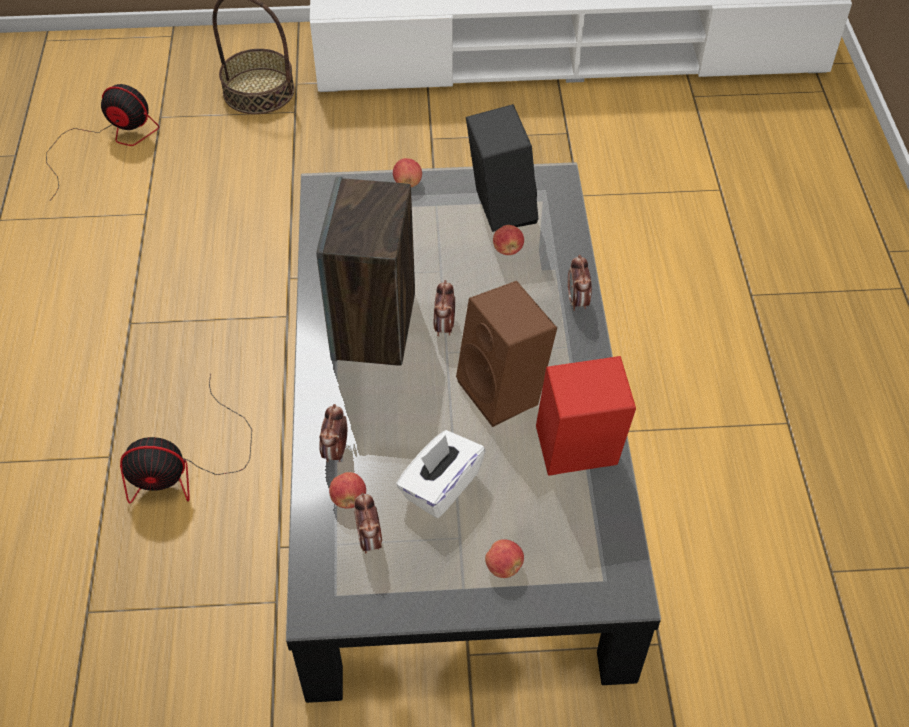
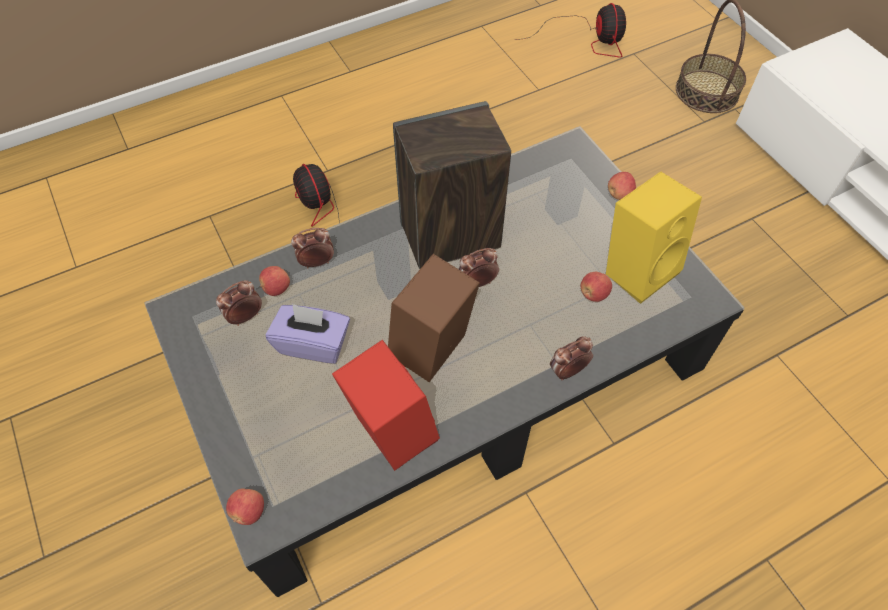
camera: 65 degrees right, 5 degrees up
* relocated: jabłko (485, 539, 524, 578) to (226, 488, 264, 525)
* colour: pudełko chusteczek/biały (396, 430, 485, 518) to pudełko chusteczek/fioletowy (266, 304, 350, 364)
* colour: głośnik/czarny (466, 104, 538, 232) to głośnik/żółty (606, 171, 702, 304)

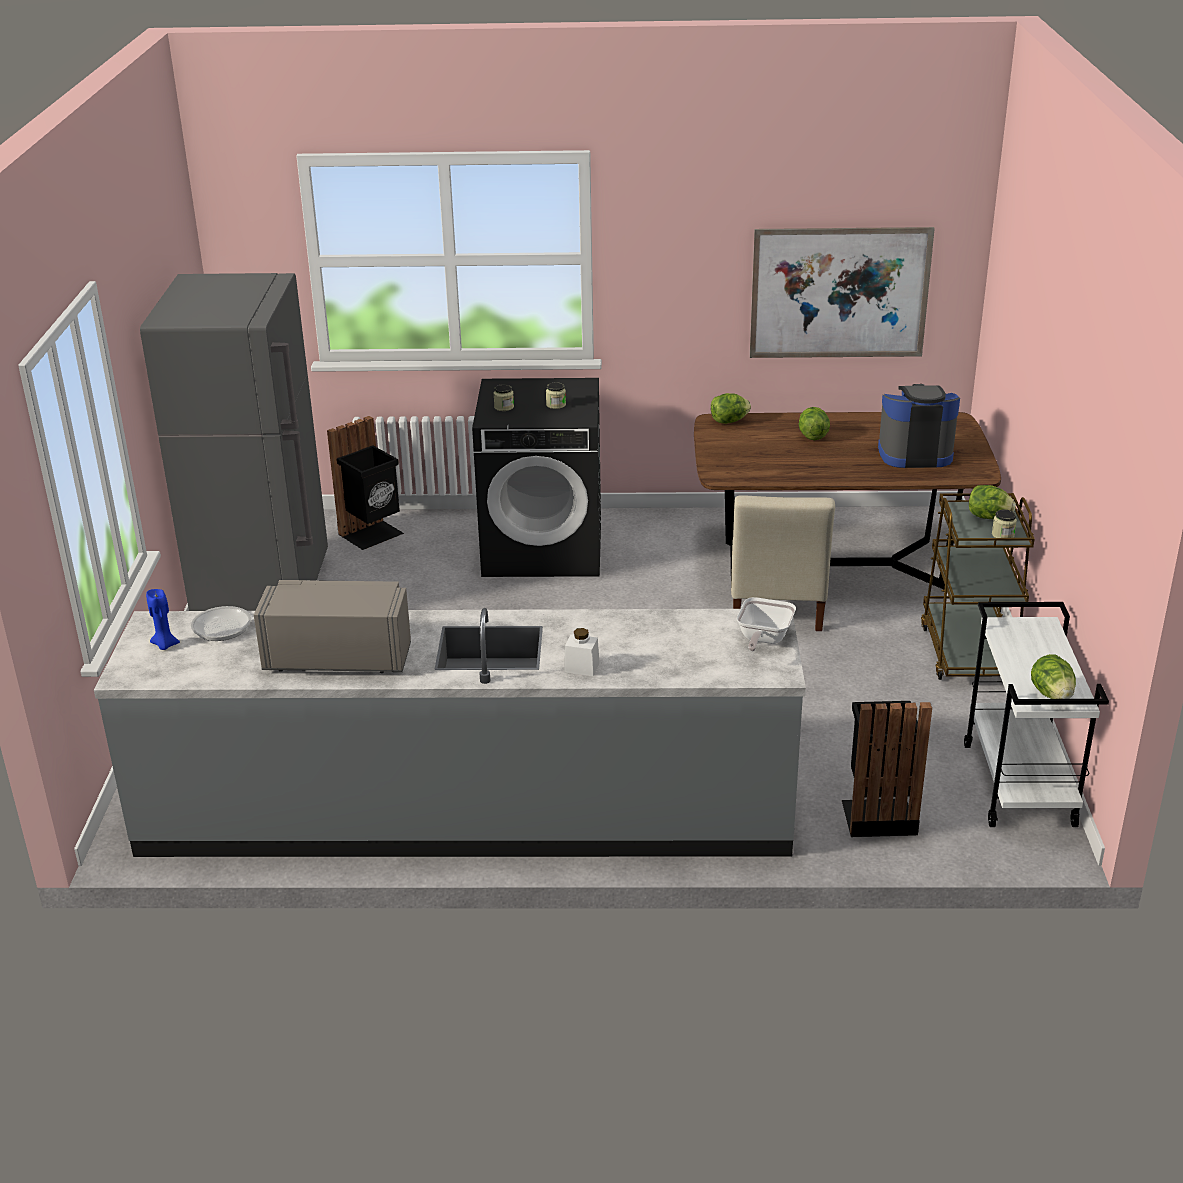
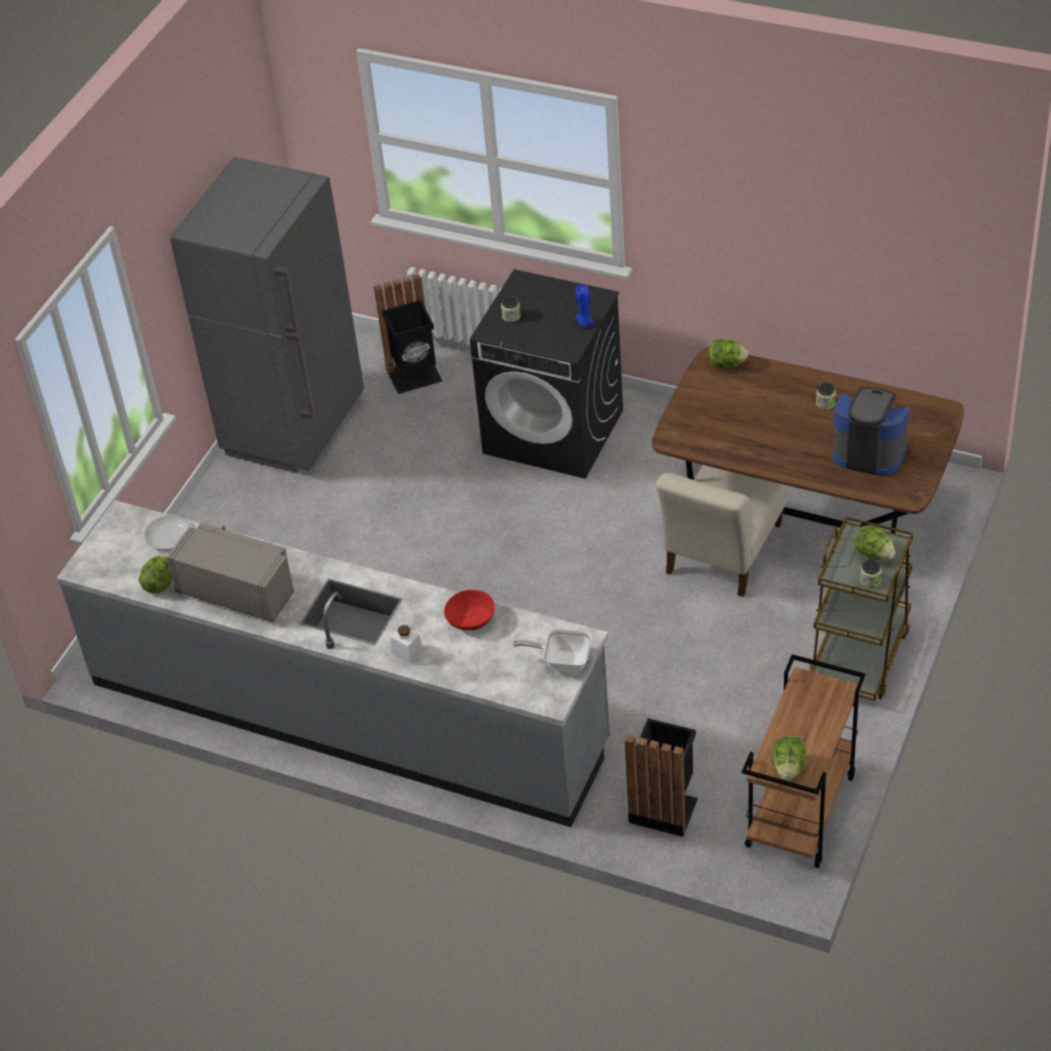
camera: 25 degrees right, 15 degrees up
* missing: obraz (750, 227, 935, 358)
* appeared: miska/czerwony (444, 590, 495, 630)
* relocated: świeca/niebieski (146, 589, 180, 650) to (574, 285, 595, 328)
* relocated: słoik (546, 382, 566, 409) to (816, 382, 836, 409)
* relocated: sałata (799, 407, 830, 440) to (138, 555, 172, 594)
* colour: wózek/biały (964, 602, 1109, 827) to wózek/brązowy (742, 654, 866, 868)
* spun: patelnia (737, 597, 796, 651) = (512, 629, 592, 672) 60 degrees clockwise

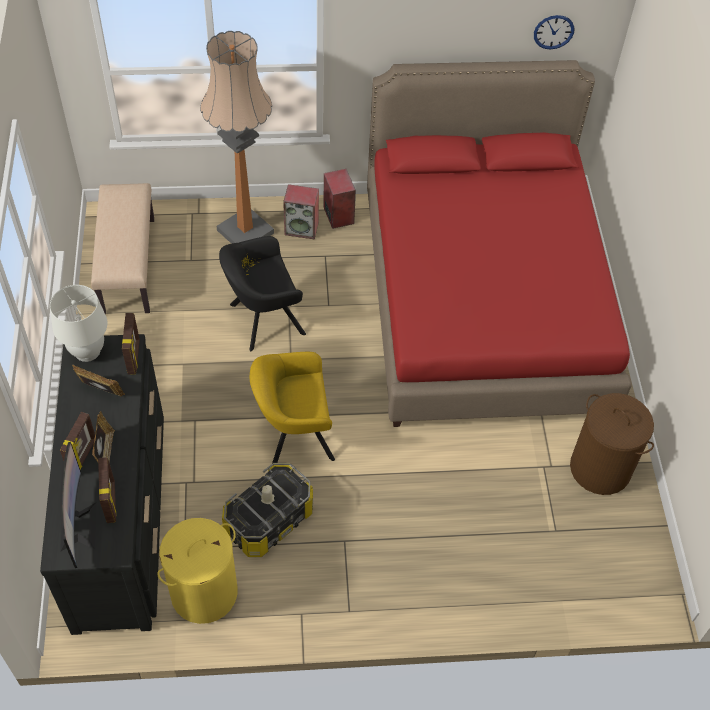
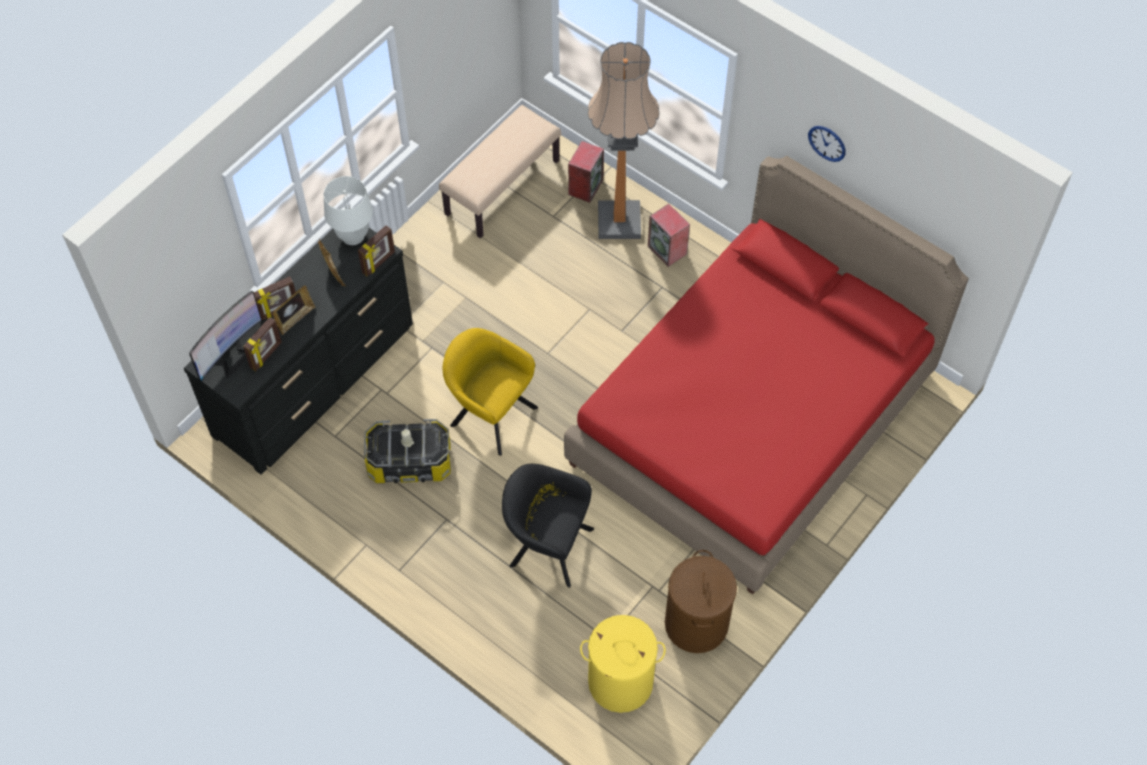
camera: 45 degrees right, 5 degrees up
* relocated: kosz na pranie/żółty (157, 518, 237, 624) to (580, 615, 666, 713)
* relocated: fotel/czarny (219, 236, 306, 351) to (502, 464, 594, 588)
* relocated: głośnik (323, 169, 356, 229) to (568, 141, 604, 203)
* relocated: zegar ścienny (534, 15, 574, 49) to (808, 126, 846, 162)

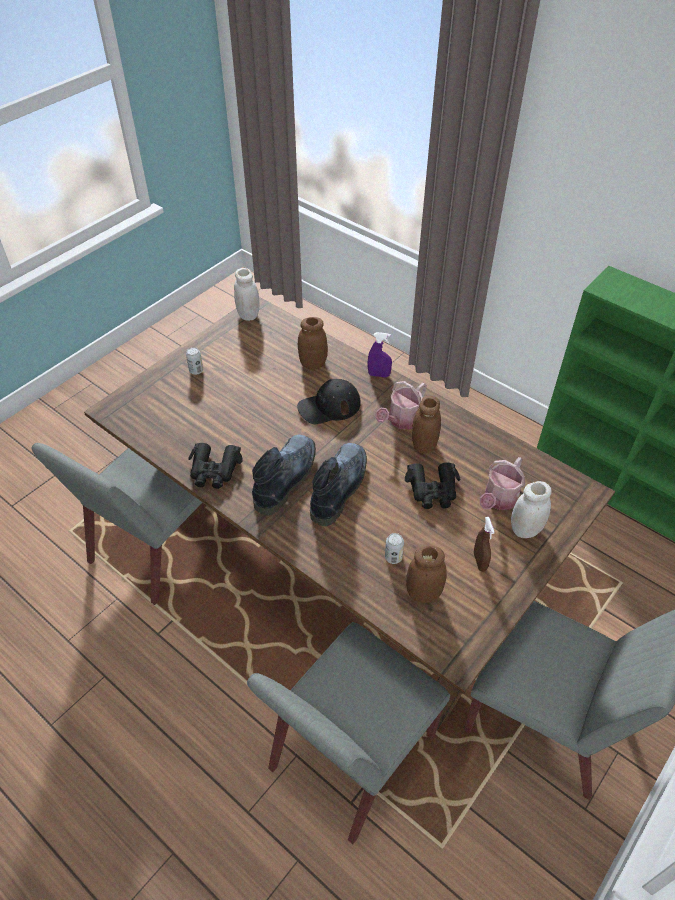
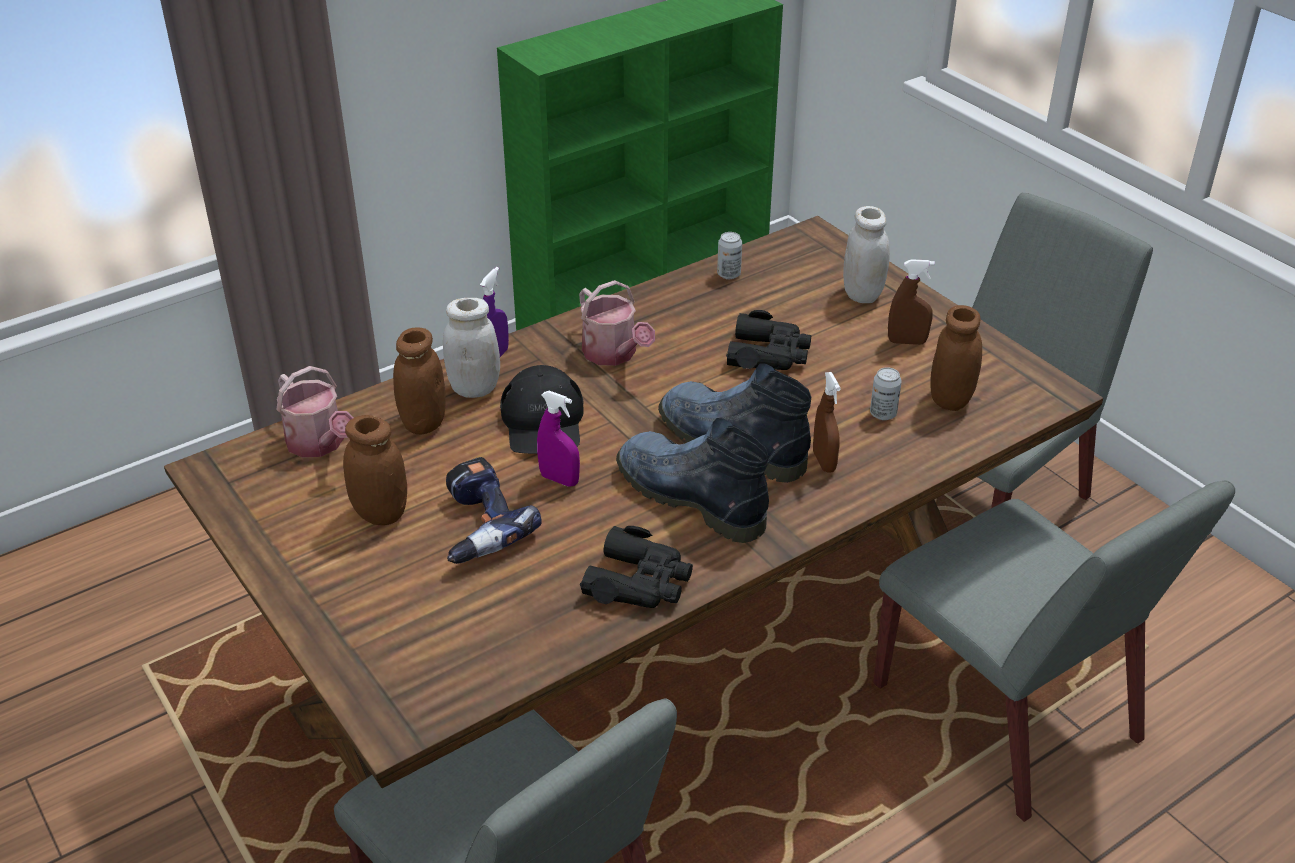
camera: 75 degrees left, 10 degrees down
* appeared: wiertarka (446, 457, 542, 564)
* appeared: spryskiwacz/fioletowy (537, 391, 580, 487)
* appeared: spryskiwacz/brązowy (813, 372, 841, 473)
* relocated: puszka (186, 347, 203, 375) to (717, 232, 742, 279)
* relocated: słoik/biały (234, 268, 259, 321) to (443, 298, 500, 398)
* relocated: słoik/brązowy (412, 396, 441, 454) to (343, 415, 407, 525)
* relocated: konewka (480, 457, 526, 510) to (276, 366, 354, 458)

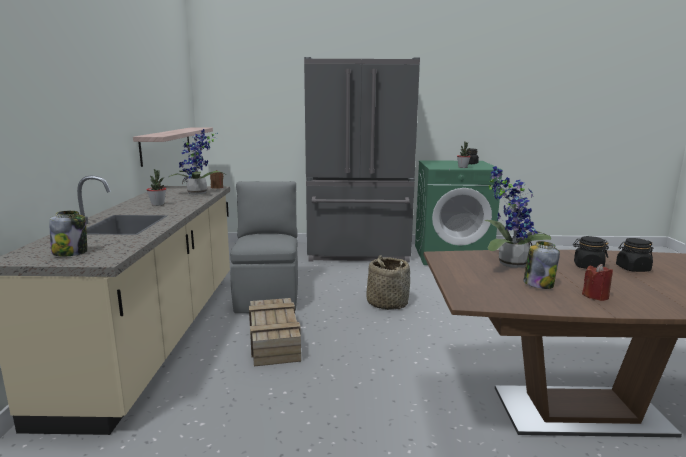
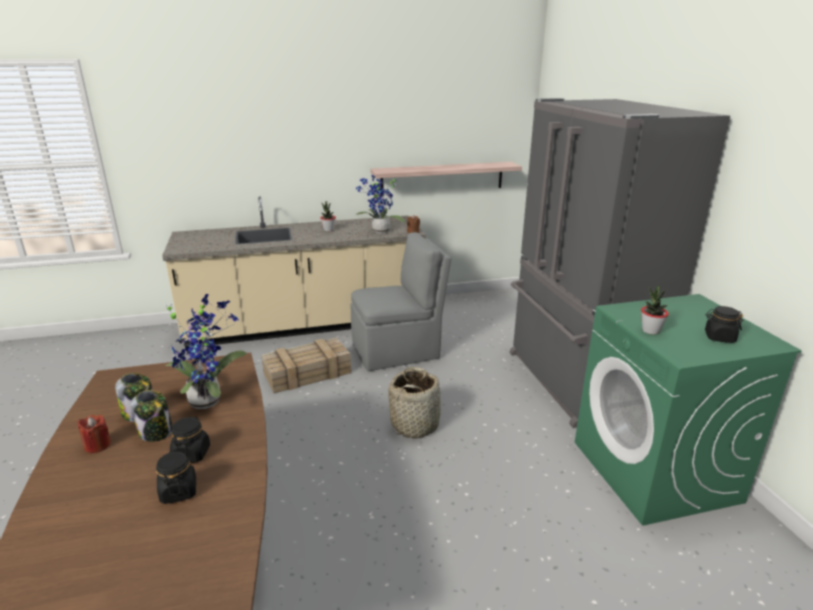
camera: 75 degrees right, 10 degrees up
* relocated: słoik (49, 211, 87, 256) to (131, 390, 172, 442)

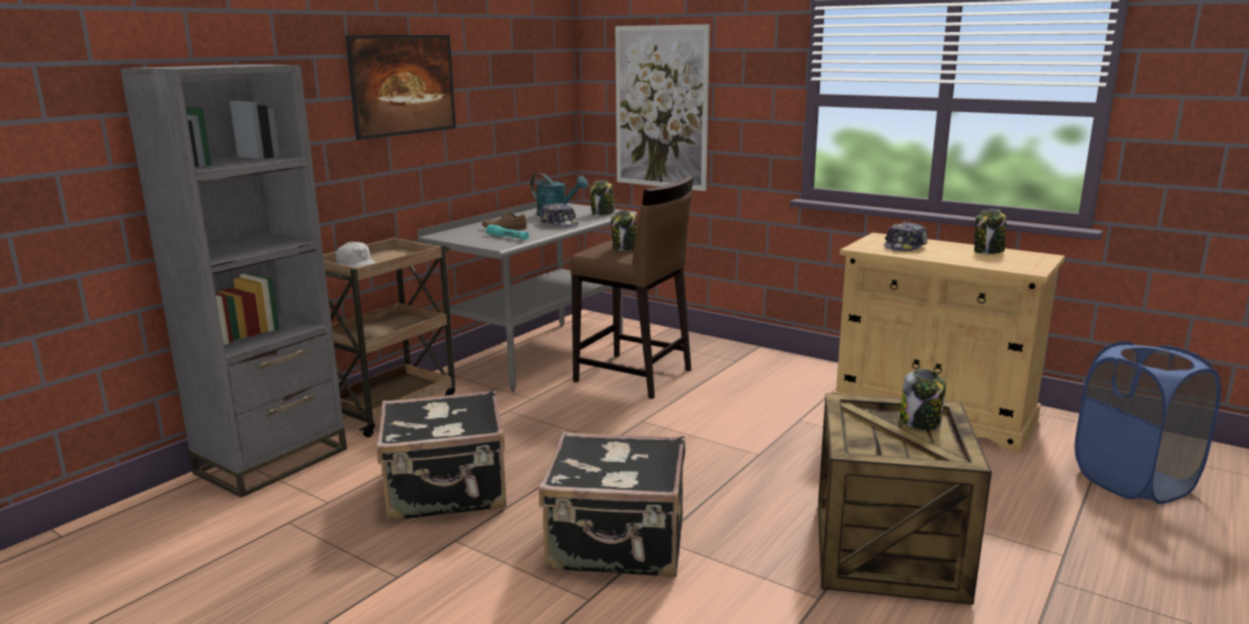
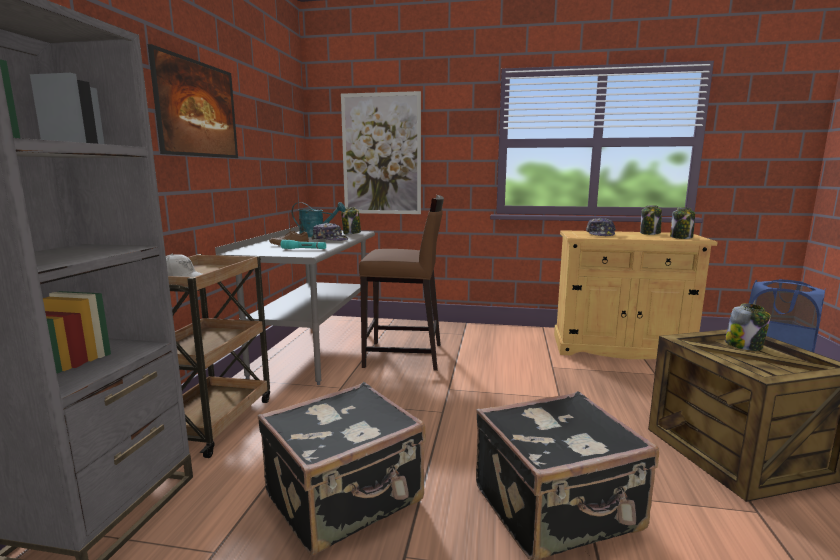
camera: 25 degrees left, 5 degrees down
* relocated: słoik (611, 210, 637, 251) to (670, 207, 695, 239)

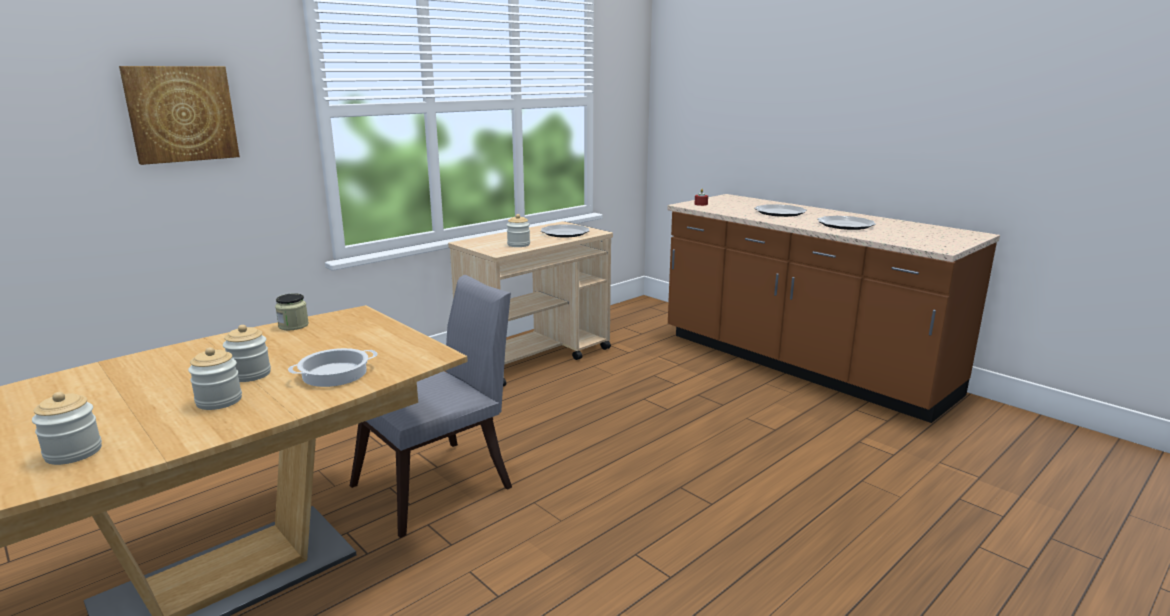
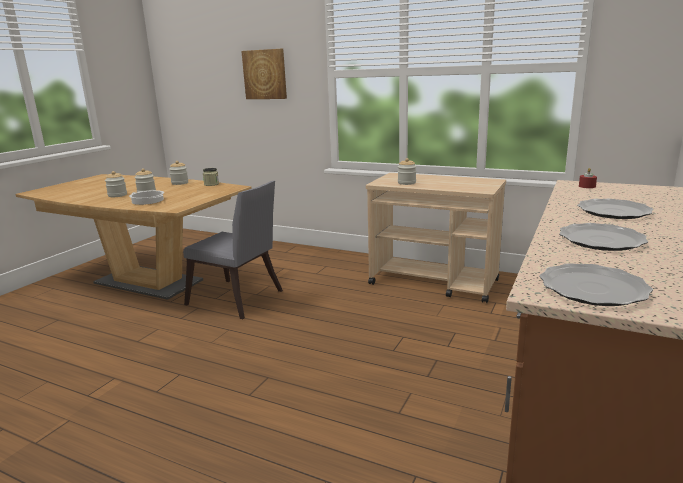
camera: 70 degrees right, 0 degrees up
* relocated: słoik (32, 392, 102, 465) to (169, 161, 188, 185)
* relocated: talerz (541, 224, 589, 237) to (539, 263, 653, 306)

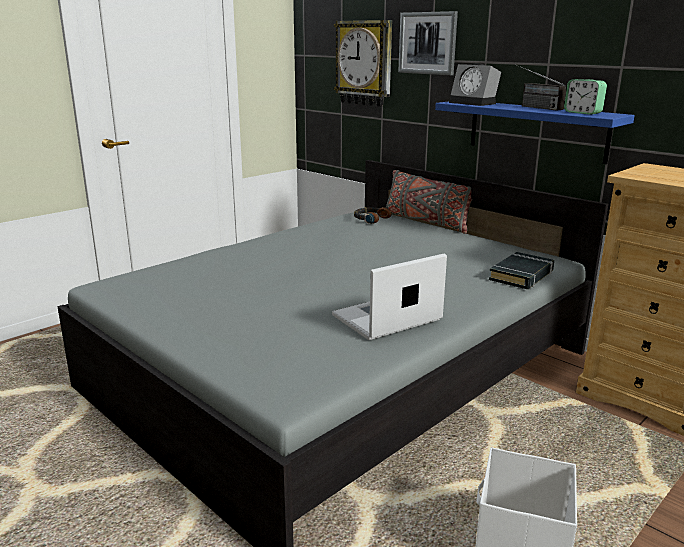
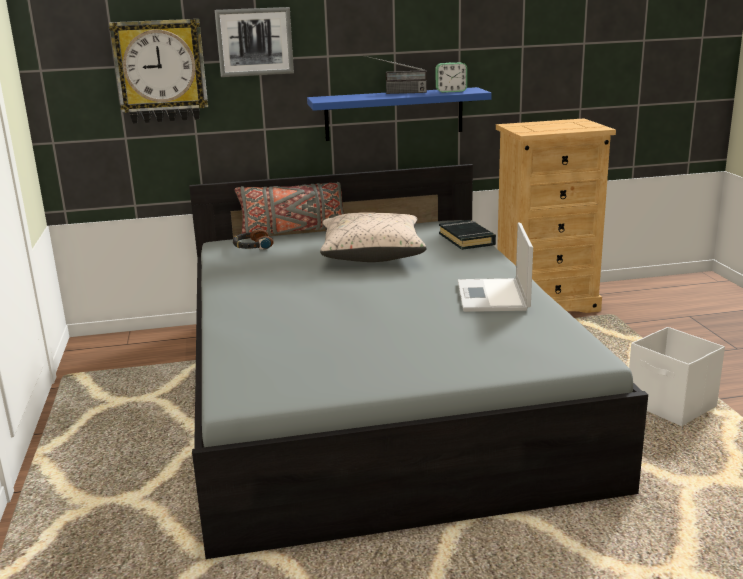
camera: 55 degrees left, 0 degrees up
* missing: budzik (449, 63, 501, 106)
* appeared: poduszka/beżowy (320, 213, 427, 262)

